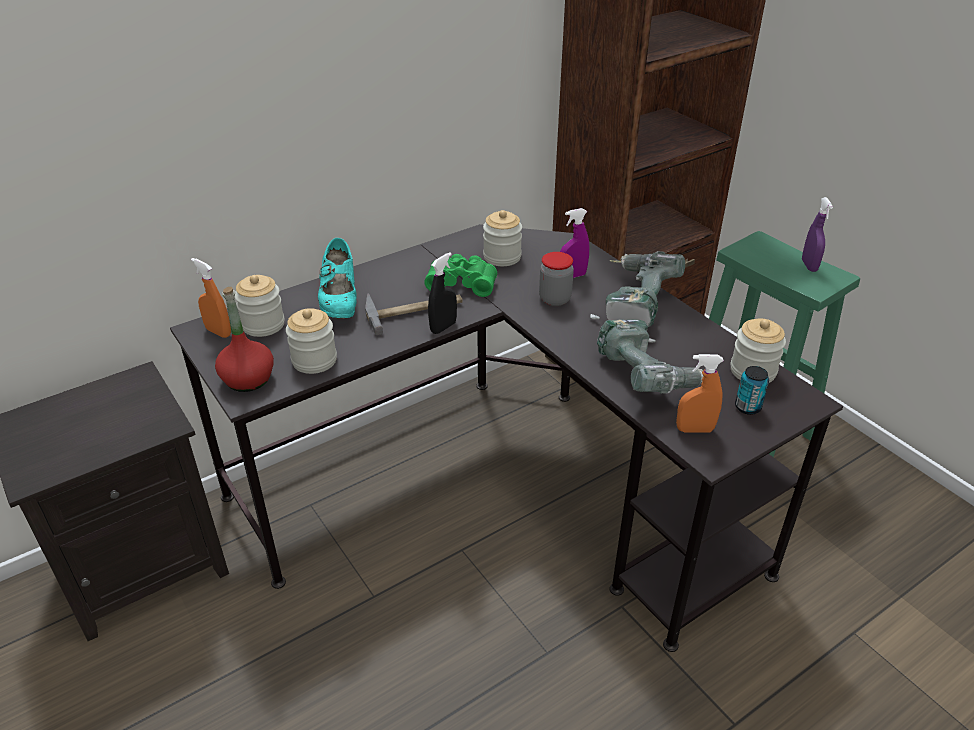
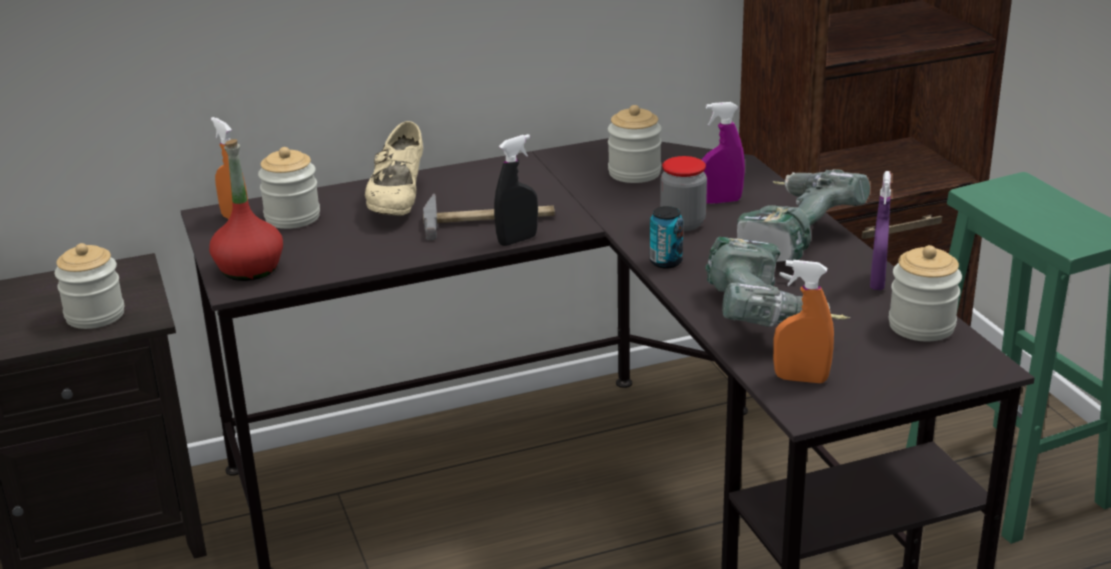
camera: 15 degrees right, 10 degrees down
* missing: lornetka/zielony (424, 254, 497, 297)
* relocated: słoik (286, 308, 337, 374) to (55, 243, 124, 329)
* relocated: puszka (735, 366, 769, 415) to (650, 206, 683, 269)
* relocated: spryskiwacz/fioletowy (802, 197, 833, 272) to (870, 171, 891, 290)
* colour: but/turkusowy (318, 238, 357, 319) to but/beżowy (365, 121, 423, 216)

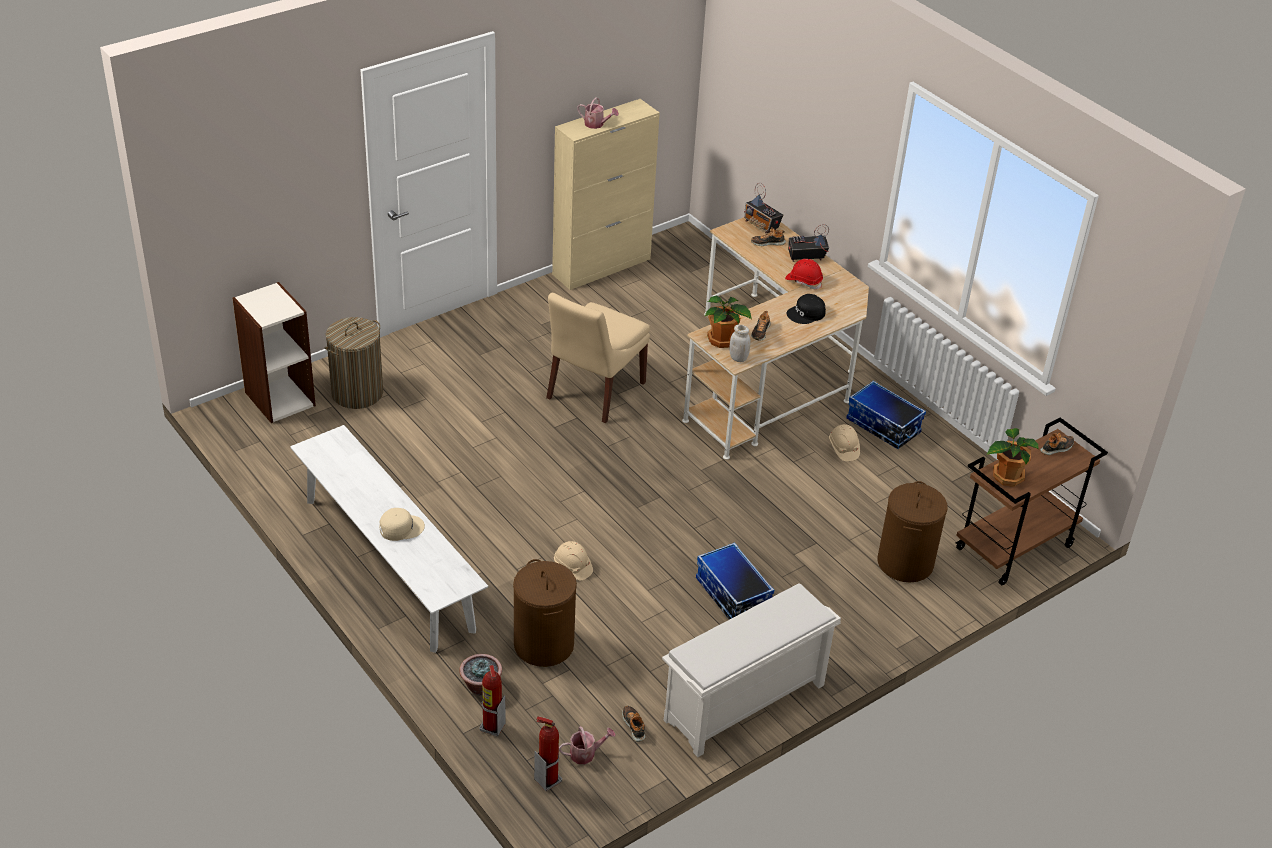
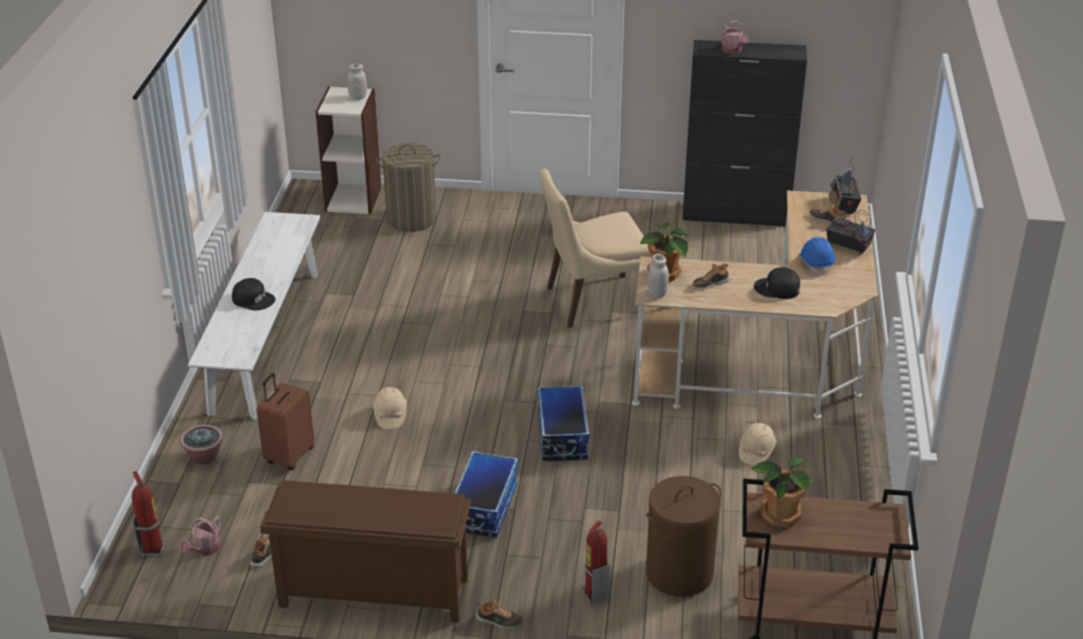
camera: 45 degrees right, 5 degrees down
* appeared: słoik/biały (347, 64, 367, 100)
* relocated: gaśnica (479, 665, 505, 737) to (581, 521, 611, 604)
* relocated: pojemnik do przechowywania (846, 381, 926, 449) to (538, 385, 589, 461)
* relocated: but (1040, 433, 1074, 455) to (476, 600, 524, 629)
* exchanged: kosz na pranie/brązowy (513, 559, 577, 667) to walizka/brązowy (256, 373, 314, 470)
* colour: czapka z daszkiem/beżowy (379, 508, 425, 541) to czapka z daszkiem/czarny (232, 278, 275, 310)
* colour: szafka/beżowy (552, 99, 660, 290) to szafka/czarny (682, 40, 807, 226)
* colour: regał na buty/biały (662, 583, 841, 757) to regał na buty/brązowy (260, 480, 471, 622)
* colour: kask/czerwony (785, 259, 823, 289) to kask/niebieski (798, 237, 835, 276)
* spun: konewka (559, 726, 615, 764) = (180, 516, 221, 556) 90 degrees clockwise

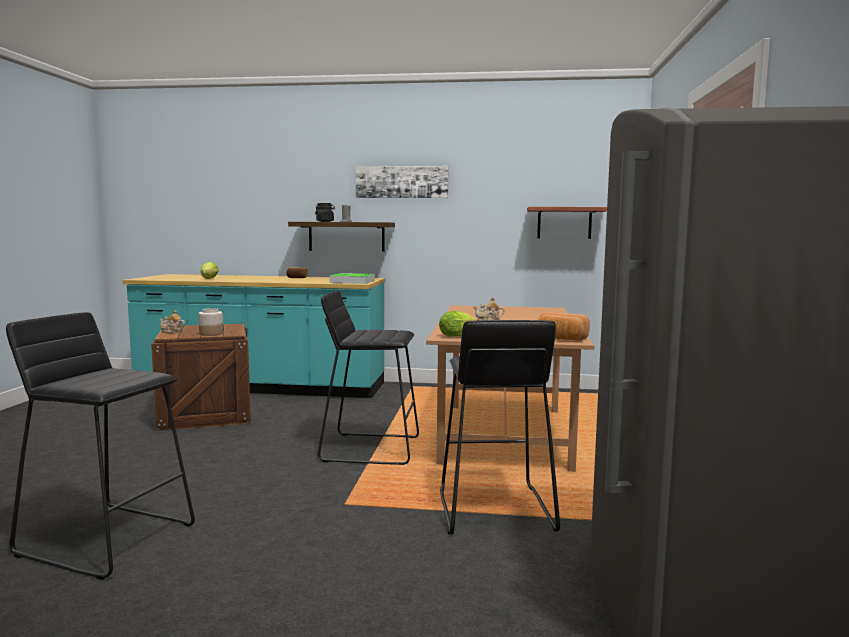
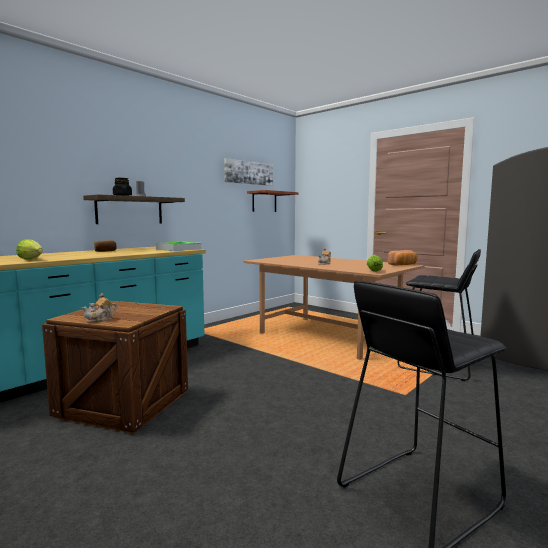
camera: 55 degrees left, 0 degrees up
* missing: słoik (198, 308, 223, 336)
* missing: stołek/czarny (318, 290, 419, 465)
* relocated: obraz (356, 166, 448, 198) to (224, 158, 273, 186)

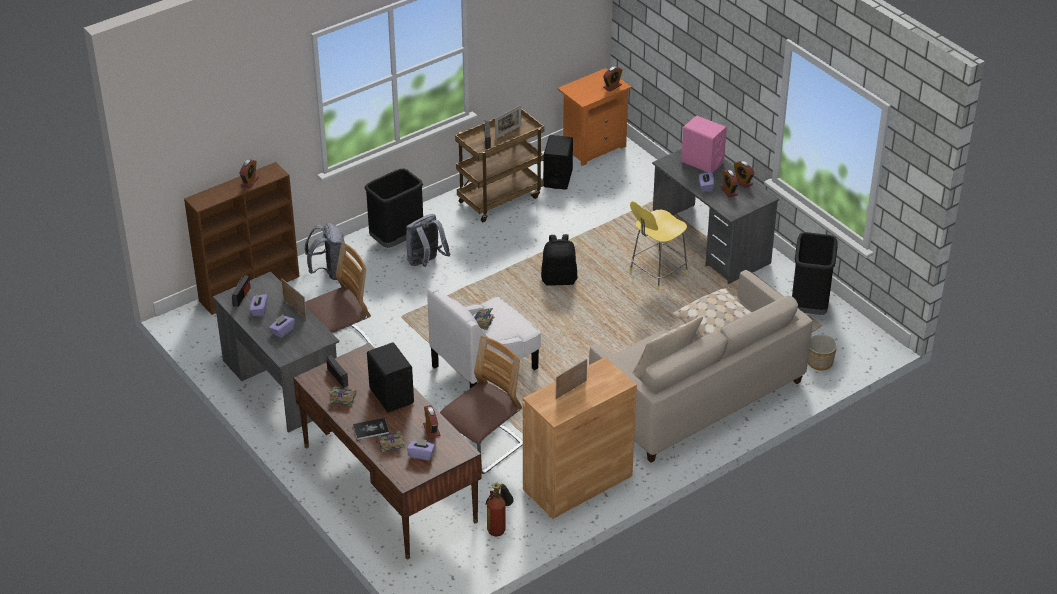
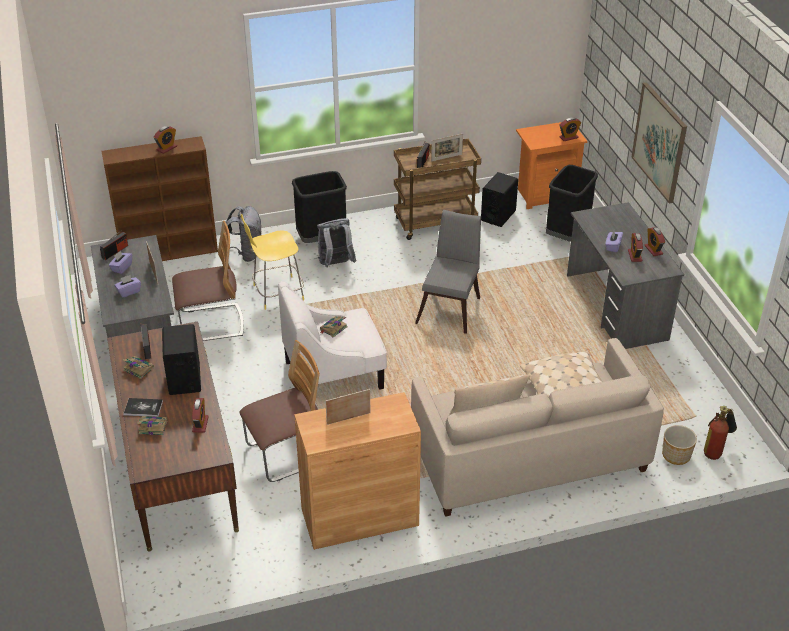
camera: 20 degrees right, 0 degrees up
* missing: pudełko chusteczek/fioletowy (407, 438, 435, 460)
* missing: głośnik/różowy (681, 115, 727, 173)
* appeared: obraz (631, 82, 687, 203)
* relocated: gaśnica (485, 482, 514, 536) to (704, 406, 737, 460)
* relocated: stołek/żółty (630, 201, 688, 290) to (241, 214, 304, 310)
* relocated: kosz na śmieci/czarny (792, 232, 838, 315) to (546, 165, 598, 242)
* exchanged: plecak/czarny (541, 234, 578, 286) to krzesło/szary (415, 210, 481, 334)

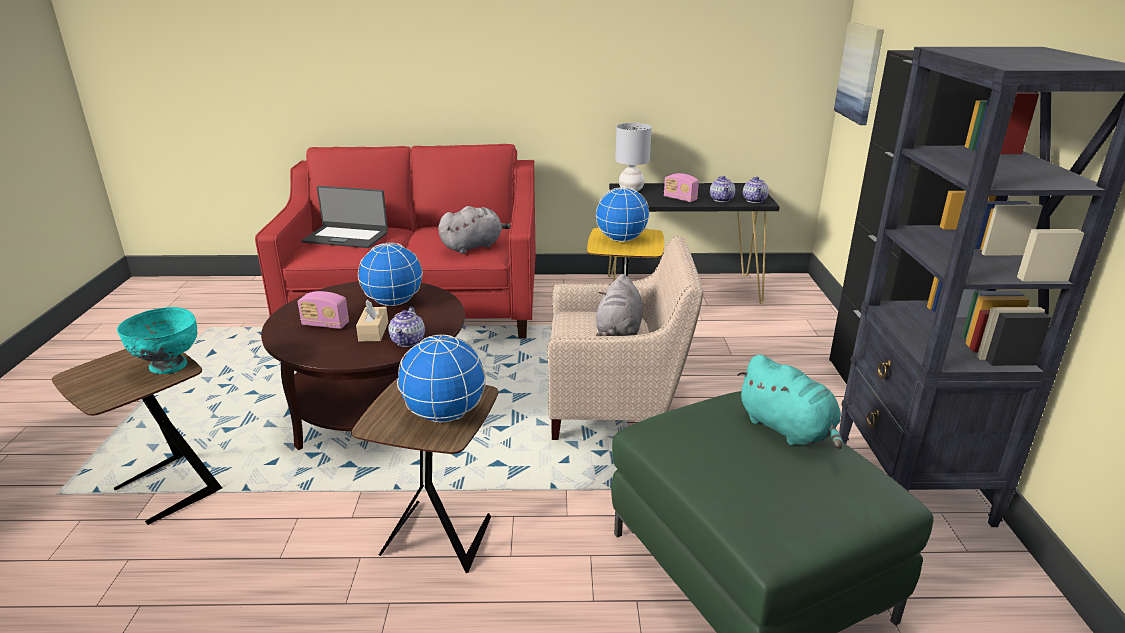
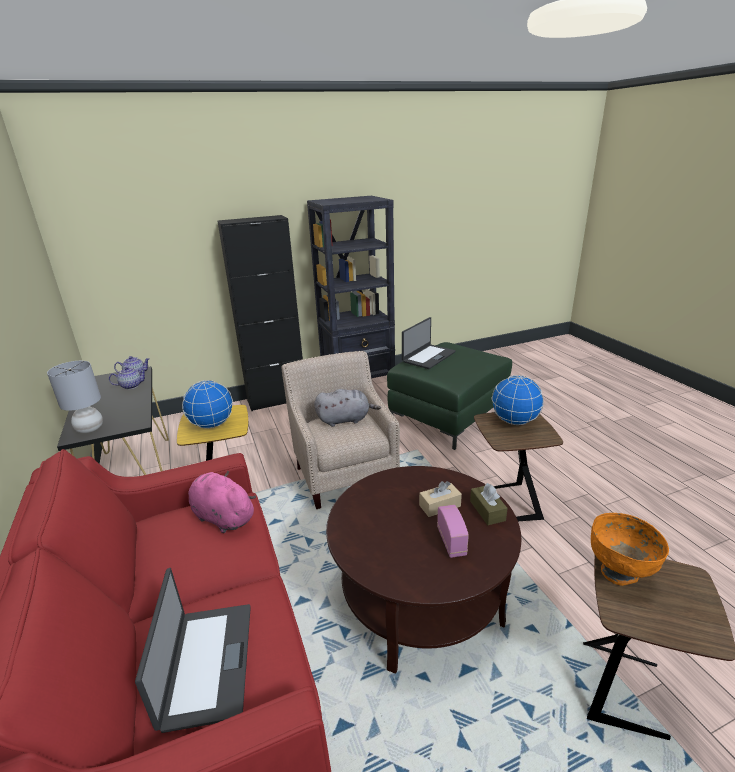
camera: 110 degrees left, 0 degrees up
* missing: globus (358, 243, 423, 306)
* missing: imbryk (388, 307, 425, 347)
* missing: radio (664, 173, 699, 202)
* missing: obraz (834, 22, 884, 125)
* appeared: pudełko chusteczek/brązowy (470, 483, 508, 525)
* exchanged: pluszak/turkusowy (737, 355, 843, 449) to laptop (402, 317, 456, 369)
* colour: miska/turkusowy (117, 307, 197, 374) to miska/pomarańczowy (591, 513, 669, 586)
* colour: pluszak/szary (438, 206, 511, 254) to pluszak/różowy (188, 470, 256, 533)

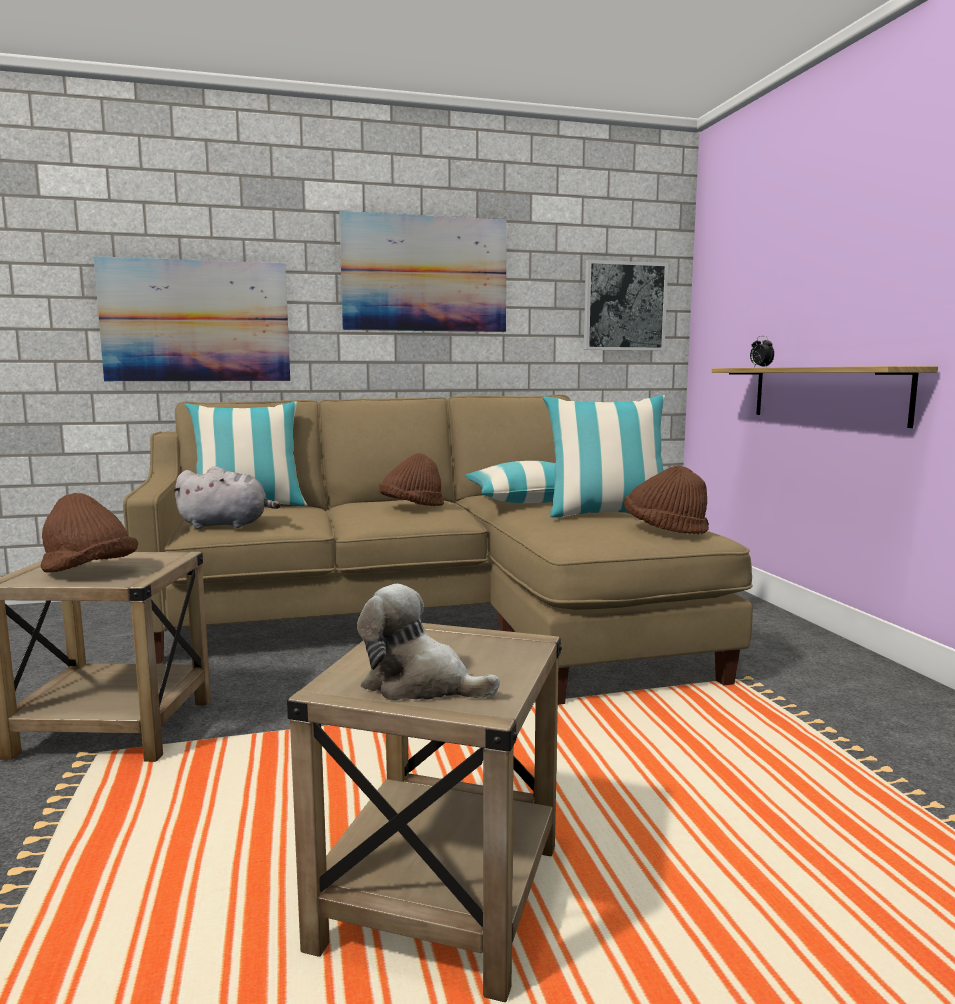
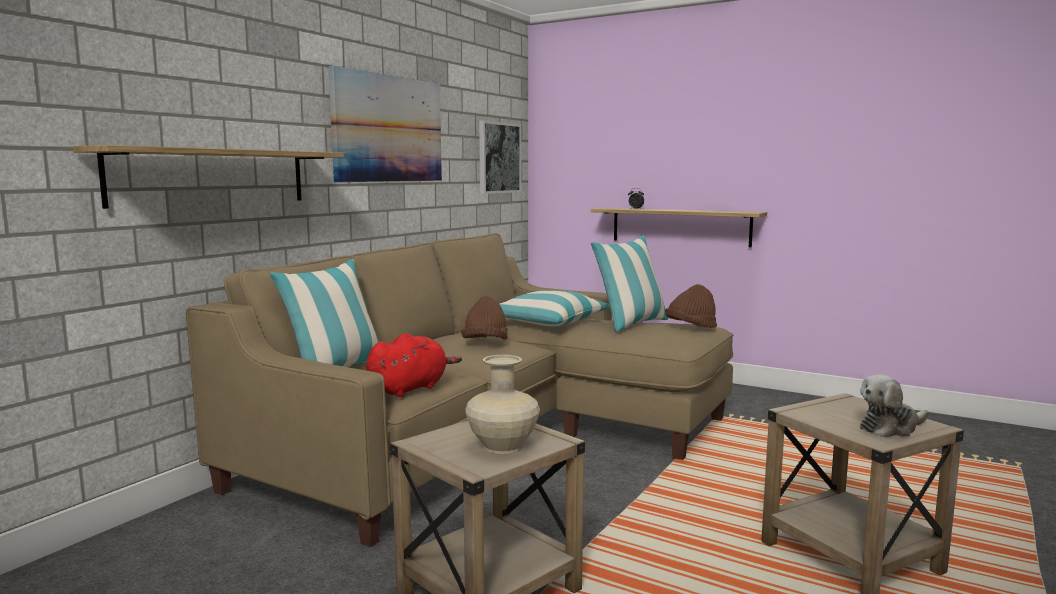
camera: 45 degrees left, 0 degrees up
* exchanged: kapelusz/brązowy (41, 493, 138, 573) to wazon/beżowy (465, 355, 540, 454)
* exchanged: obraz (94, 256, 290, 381) to półka (73, 145, 344, 209)
* colour: pluszak/szary (172, 466, 281, 529) to pluszak/czerwony (366, 333, 462, 397)

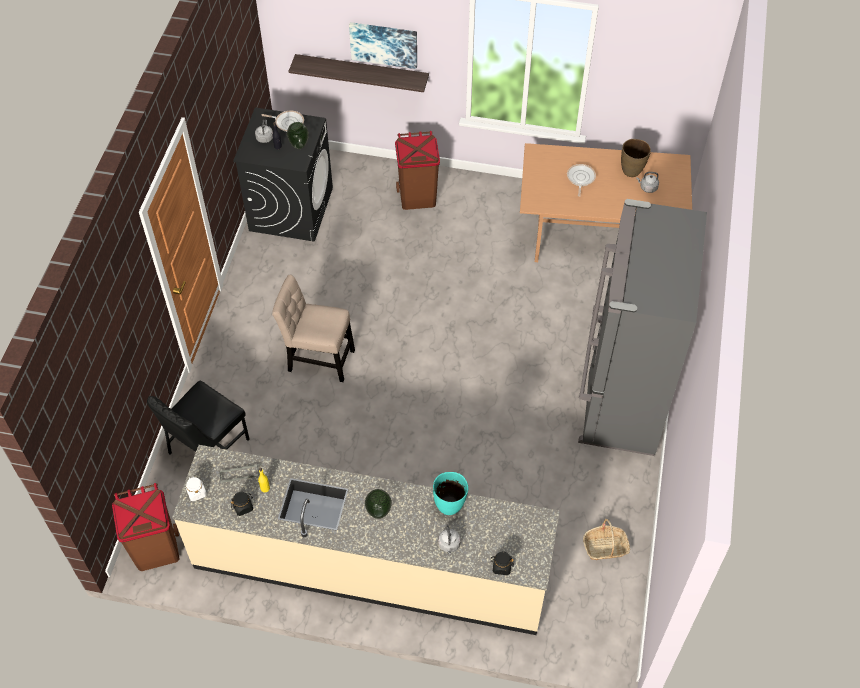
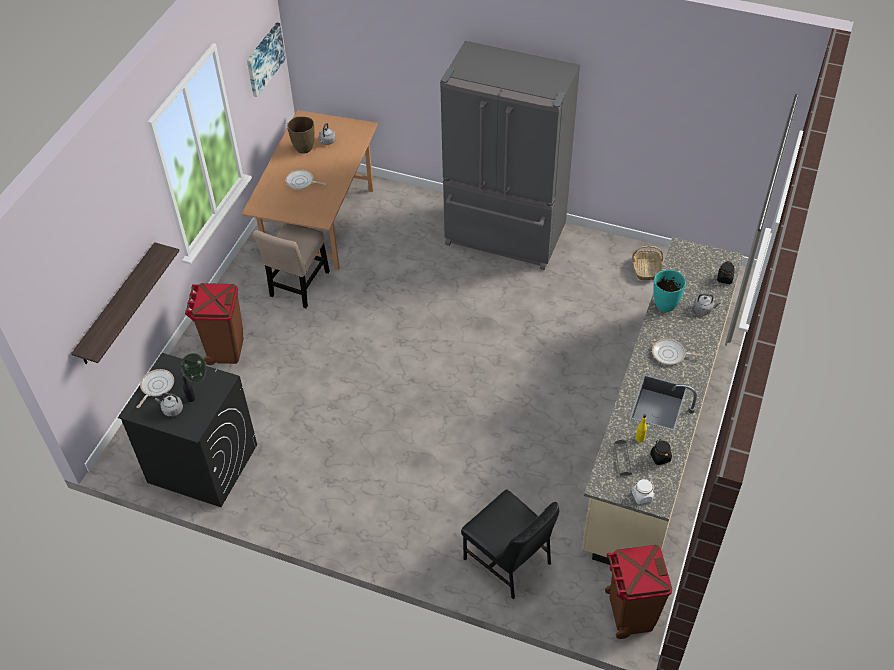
camera: 80 degrees left, 5 degrees down
* relocated: krzesło/beżowy (272, 275, 355, 382) to (253, 223, 330, 308)
* relocated: obraz (349, 22, 417, 69) to (247, 23, 286, 97)
* exchanged: wazon (365, 489, 392, 519) to patelnia (652, 339, 703, 365)

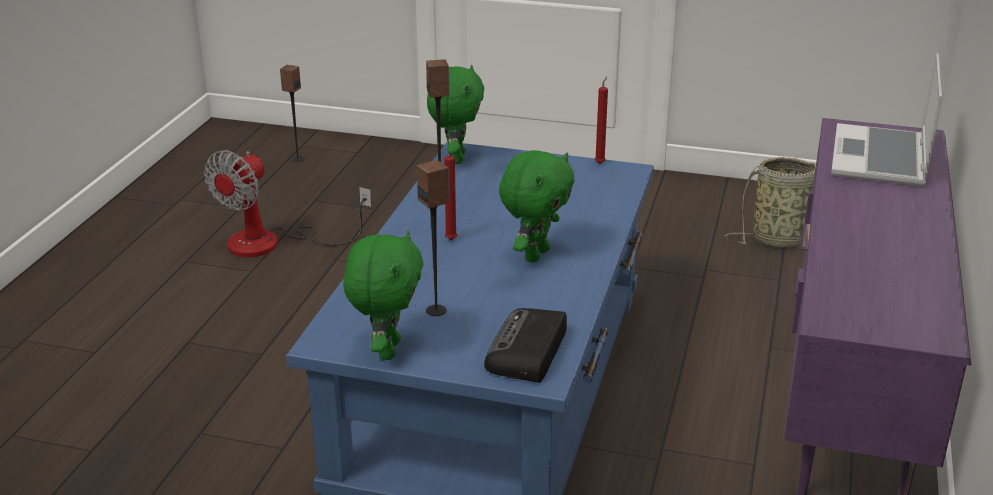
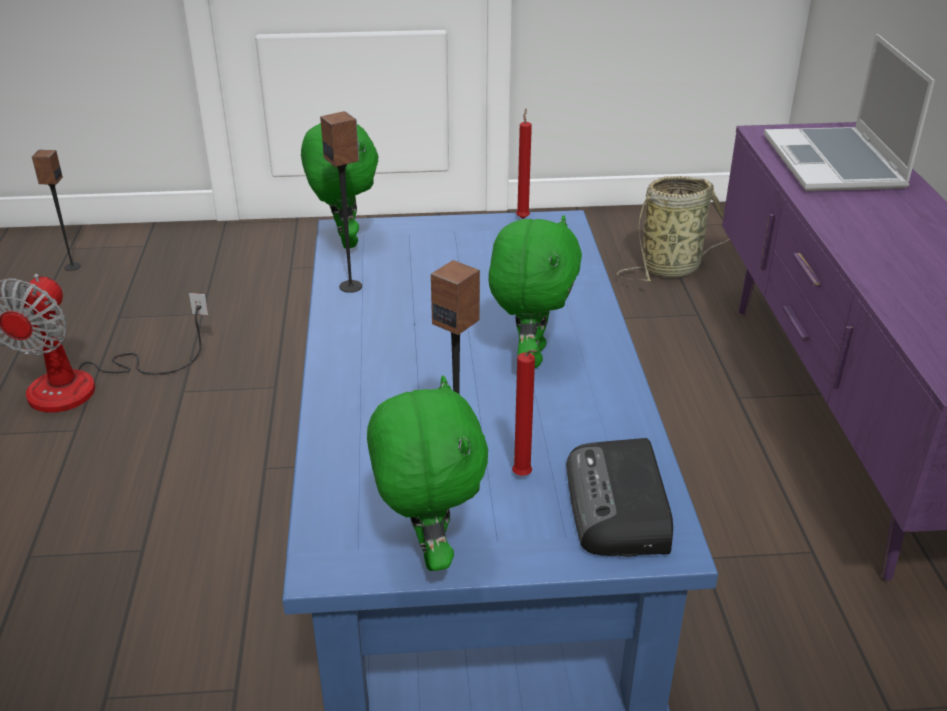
camera: 20 degrees left, 5 degrees up
* relocated: świeca/czerwony (444, 152, 457, 240) to (512, 349, 537, 476)

